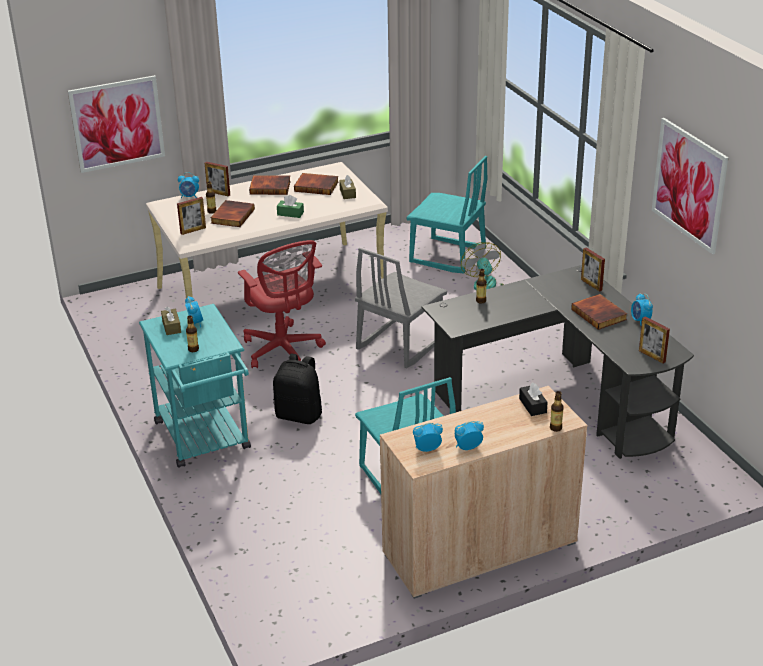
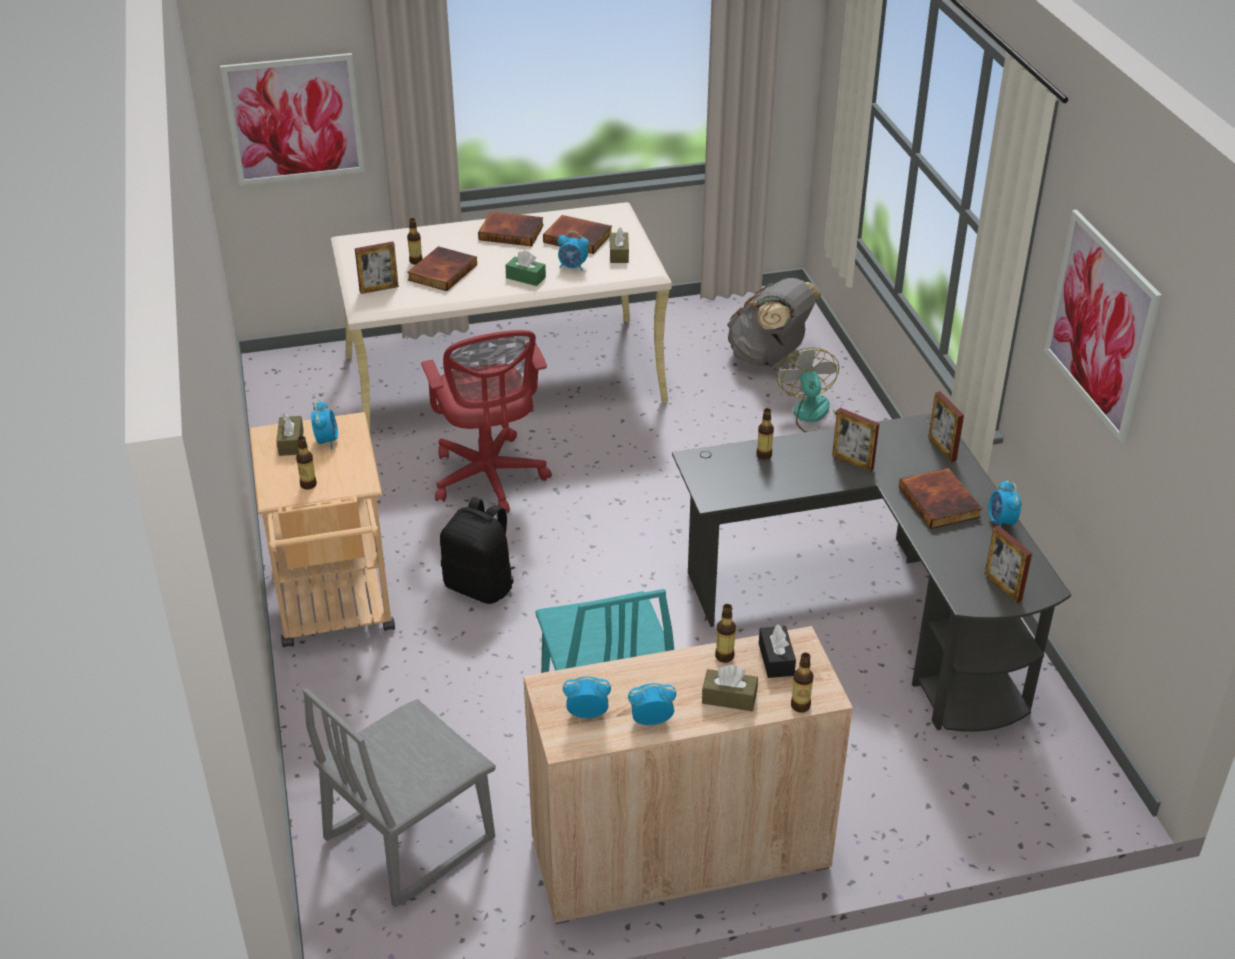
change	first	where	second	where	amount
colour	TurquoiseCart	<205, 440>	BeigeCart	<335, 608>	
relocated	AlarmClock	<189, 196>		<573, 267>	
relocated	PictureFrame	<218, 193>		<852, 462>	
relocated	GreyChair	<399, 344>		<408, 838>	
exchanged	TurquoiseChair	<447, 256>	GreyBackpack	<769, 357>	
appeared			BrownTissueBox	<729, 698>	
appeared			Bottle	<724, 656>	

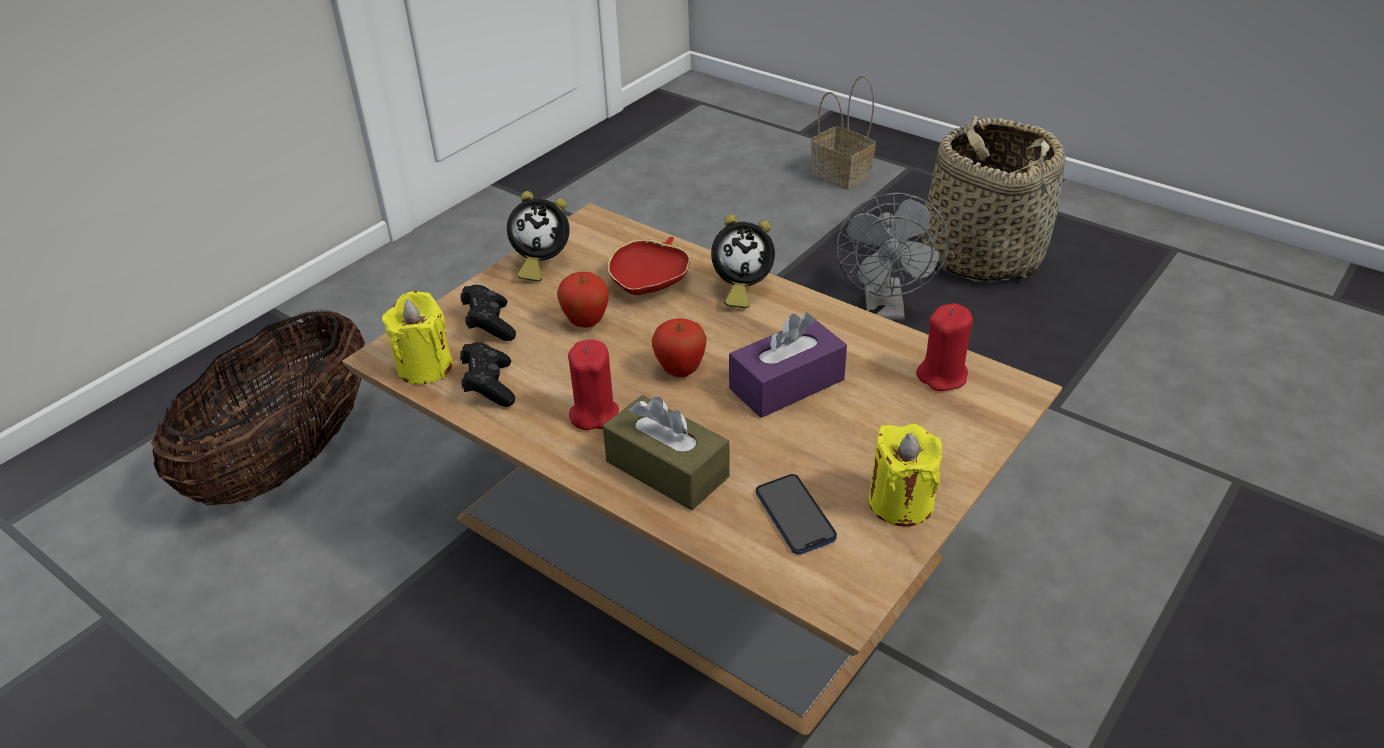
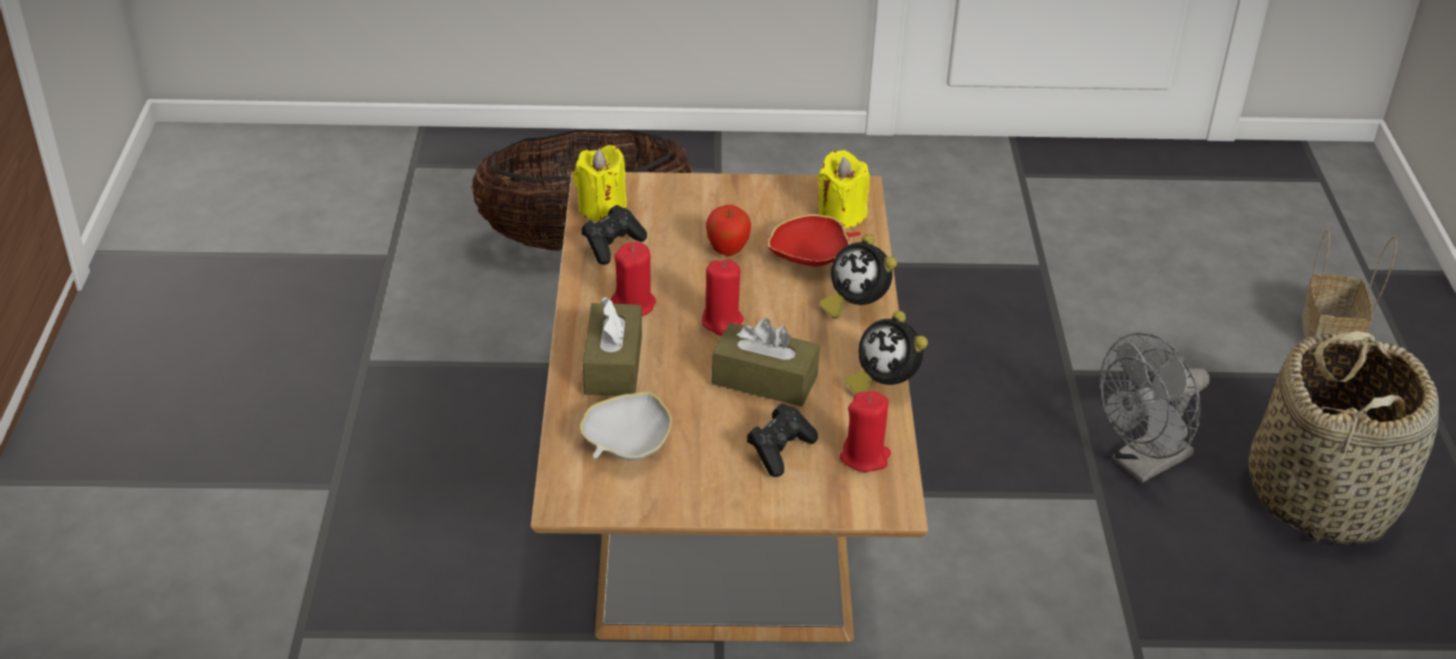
change	first	where	second	where	amount
relocated	BlackGameController	<489, 325>		<780, 450>	
relocated	AlarmClock	<540, 264>		<884, 384>	
exchanged	Apple	<680, 371>	RedCandle	<722, 322>	
colour	PurpleTissueBox	<786, 384>	BrownTissueBox	<764, 380>	
exchanged	Phone	<795, 516>	WhiteBowl	<626, 444>	
relocated	YellowCandle	<900, 503>		<841, 215>	

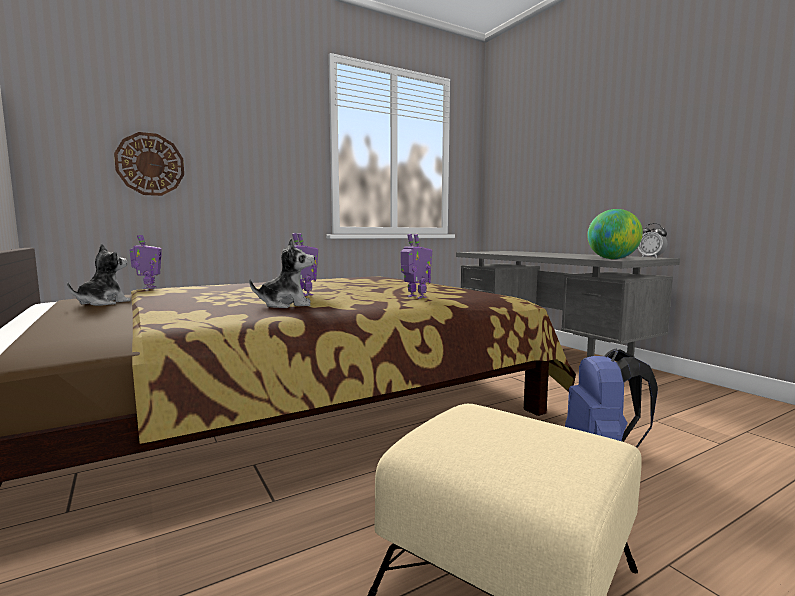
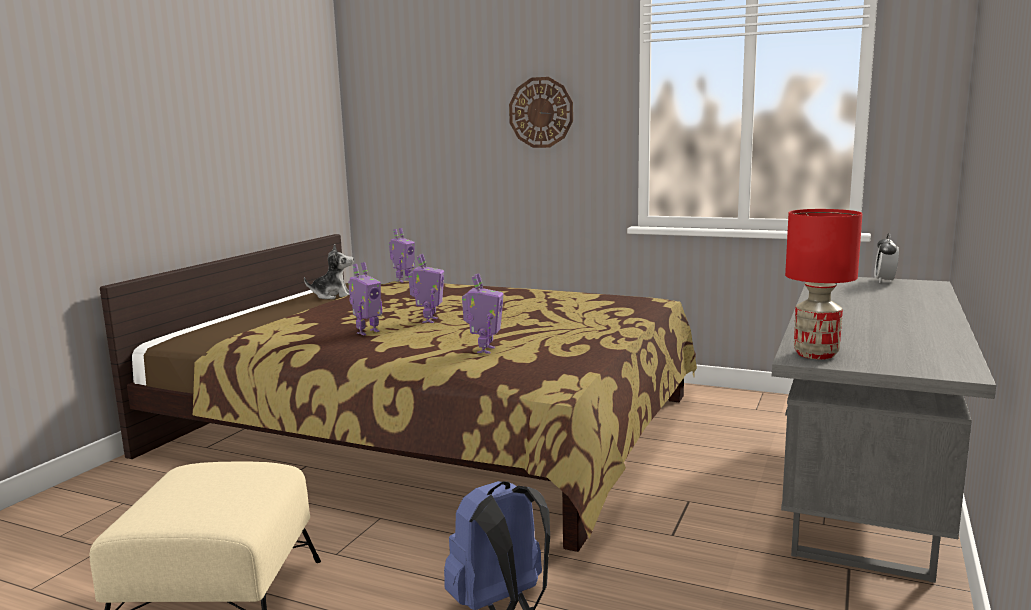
change	first	where	second	where	amount
relocated	WallClock	<150, 164>		<541, 112>	
exchanged	PlushToy	<286, 305>	ToyRobot	<367, 332>	
exchanged	Globe	<612, 259>	RedTableLamp	<816, 354>	
relocated	AlarmClock	<651, 257>		<884, 281>	

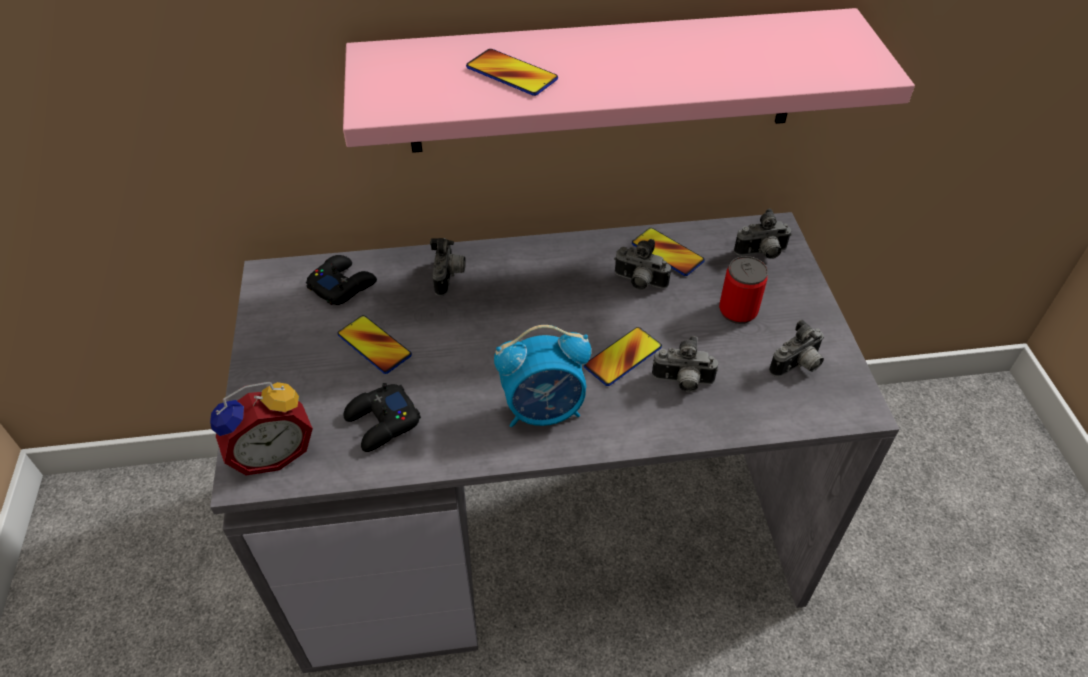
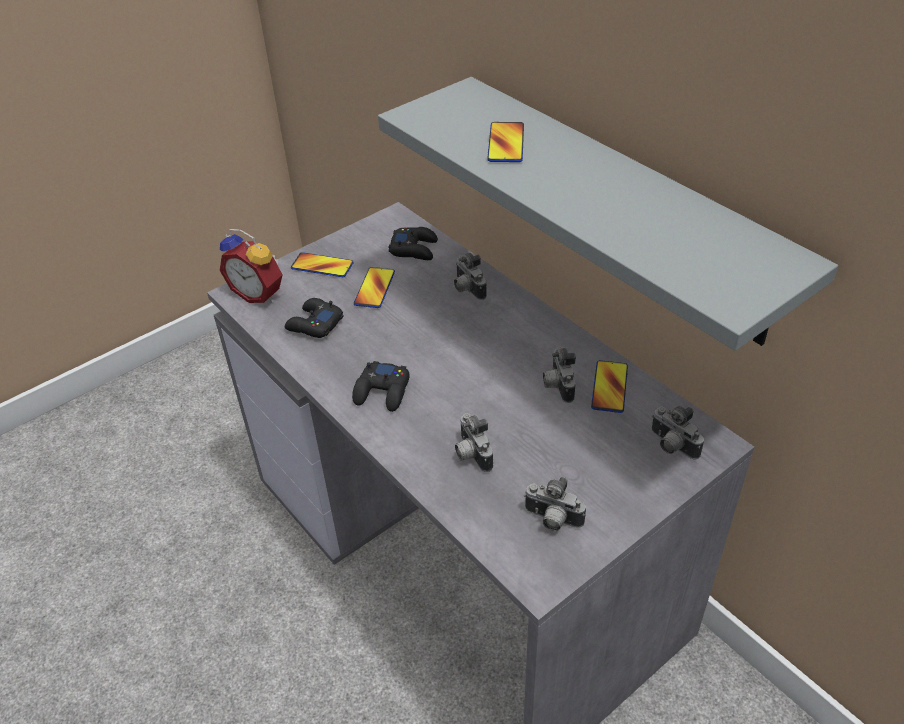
change	first	where	second	where	amount
colour	PinkShelf	<604, 82>	GreyShelf	<620, 207>	
spun	PhotoCamera	<449, 277>		<467, 289>	90 degrees clockwise
exchanged	AlarmClock	<544, 410>	BlackGameController	<382, 392>	
relocated	Phone	<623, 357>		<322, 266>	
missing	Can	<738, 311>			

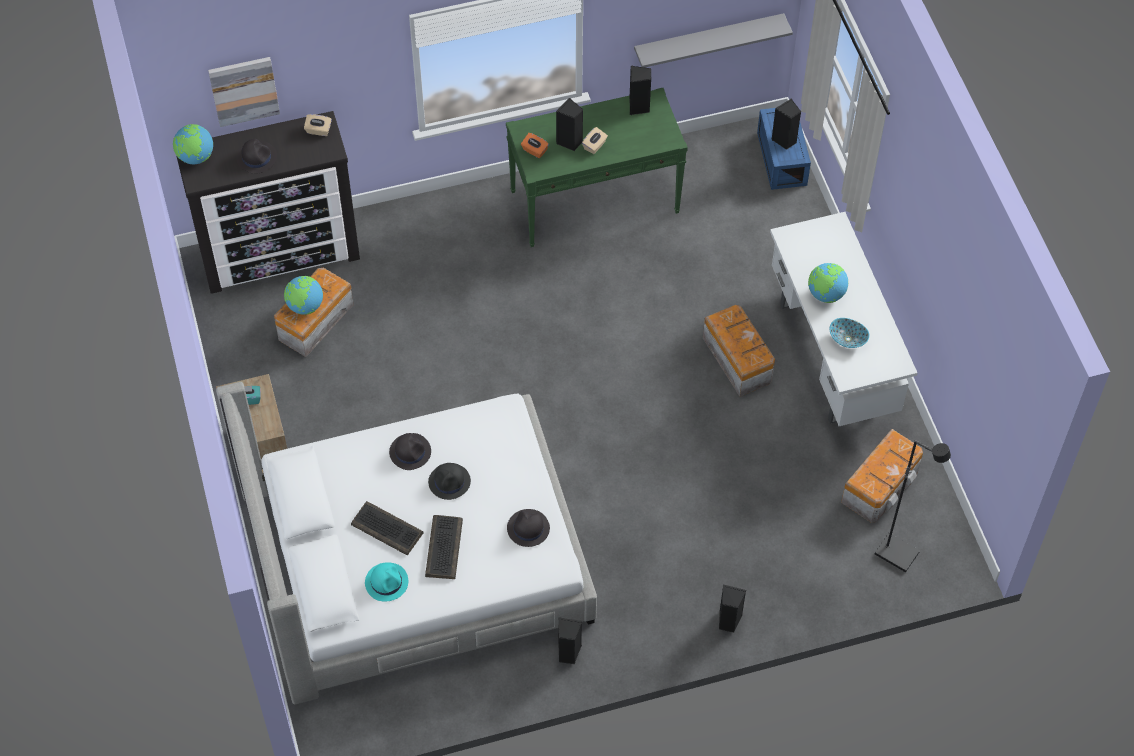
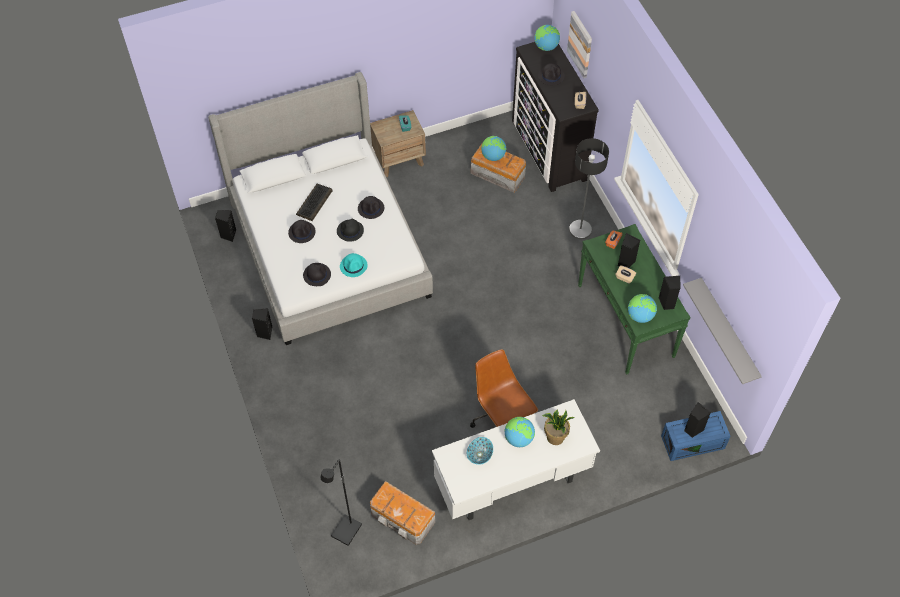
change	first	where	second	where	amount
relocated	TurquoiseHat	<386, 582>		<353, 266>	
exchanged	Keyboard	<443, 547>	BlackHat	<302, 232>	
exchanged	StorageBox	<737, 359>	BrownOfficeChair	<501, 419>	
relocated	BlackSpeaker	<728, 621>		<228, 235>	
appeared			PottedPlant	<555, 437>	
appeared			FloorLamp	<580, 229>	
appeared			Globe	<640, 316>	

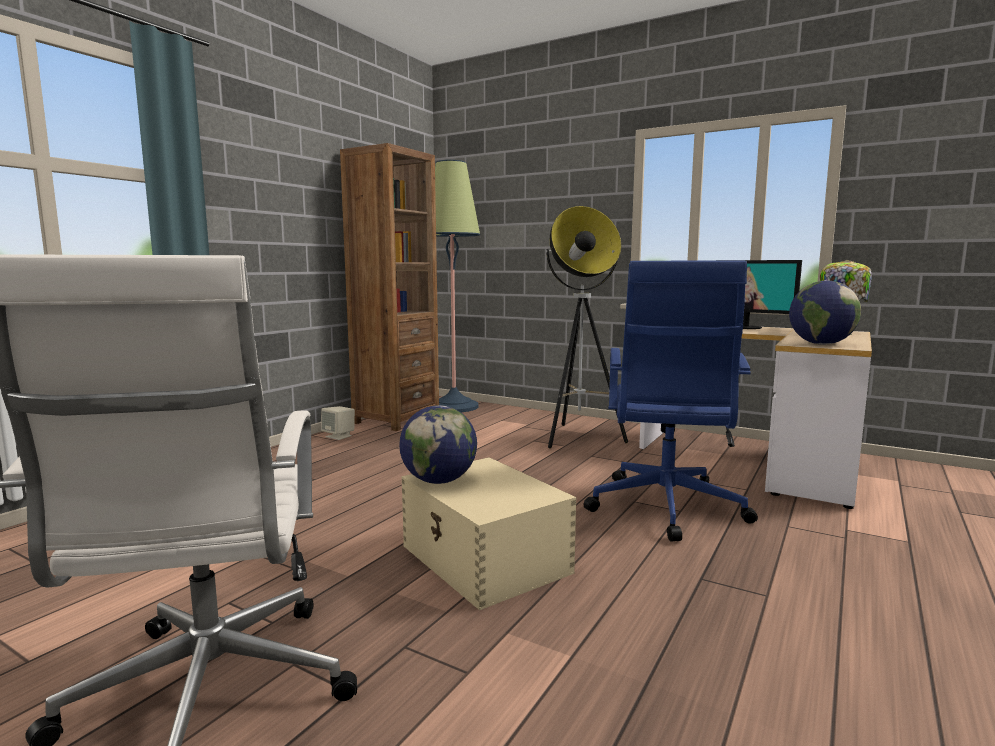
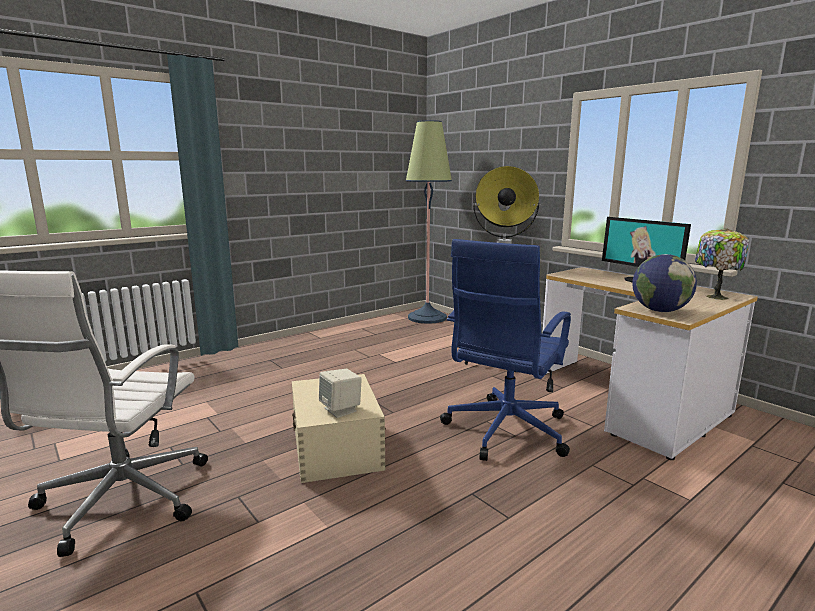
change	first	where	second	where	amount
relocated	BeigeSpeaker	<339, 436>		<341, 410>	
missing	BrownBookcase	<396, 419>			
missing	Globe	<439, 481>			

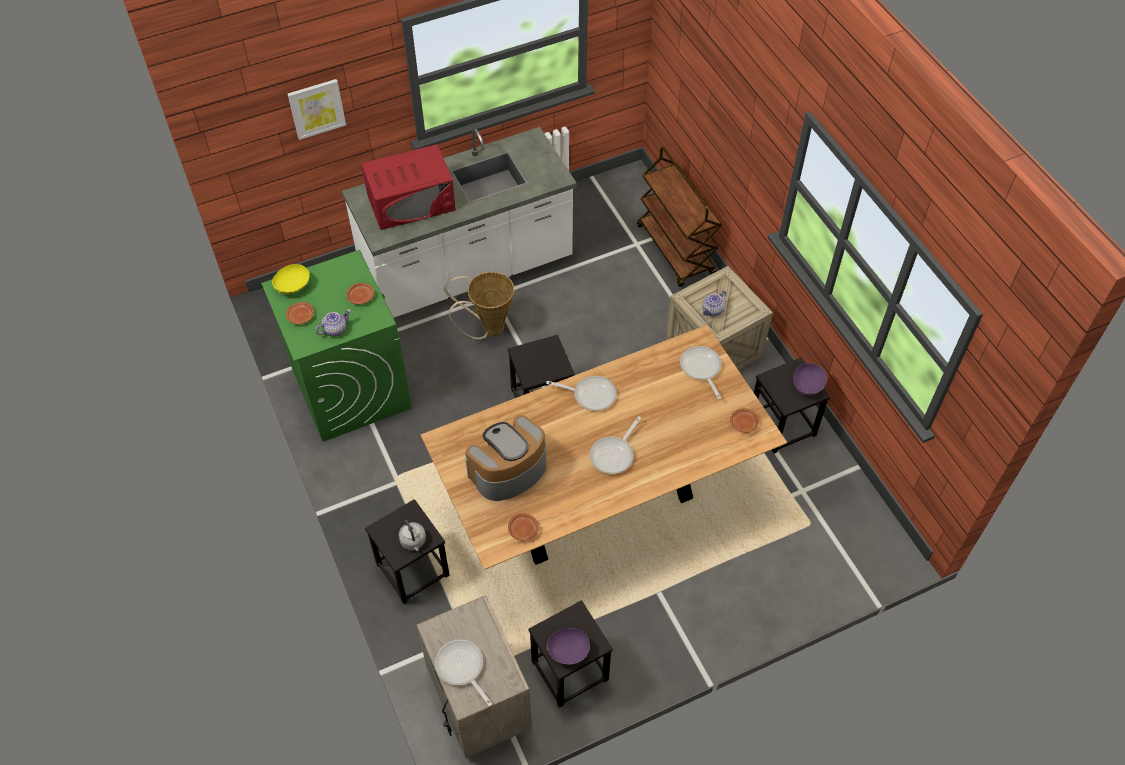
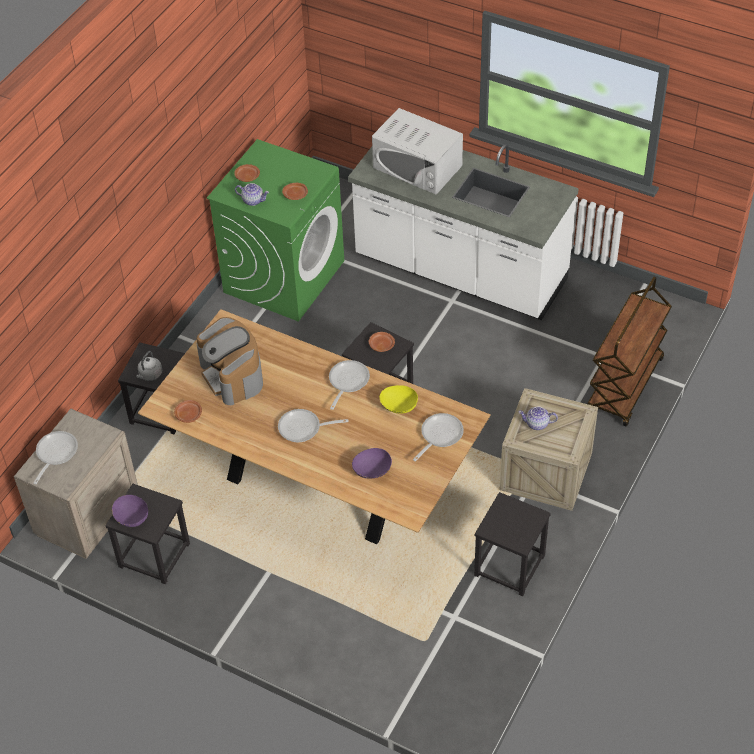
change	first	where	second	where	amount
relocated	YellowBowl	<293, 287>		<398, 407>	
missing	Picture	<316, 108>			
colour	RedMicrowave	<411, 202>	WhiteMicrowave	<417, 167>	
missing	Basket	<488, 329>			
spun	CoffeeMachine	<508, 470>		<233, 375>	135 degrees counterclockwise
spun	FryingPan	<590, 394>		<347, 382>	135 degrees counterclockwise
relocated	BrownPlate	<743, 424>		<381, 345>	
relocated	PurpleBowl	<807, 386>		<372, 471>	

